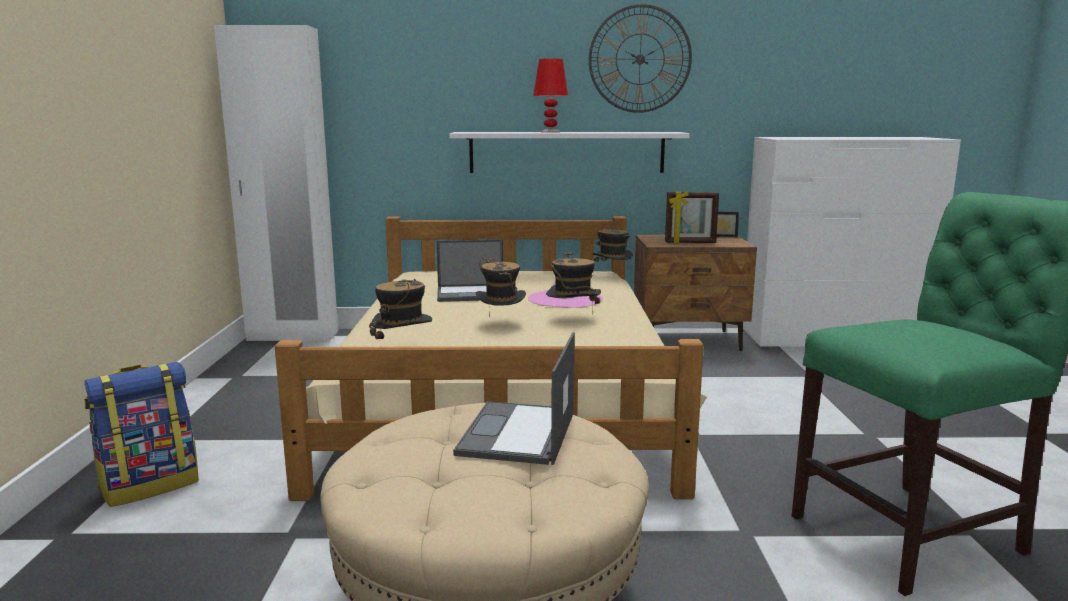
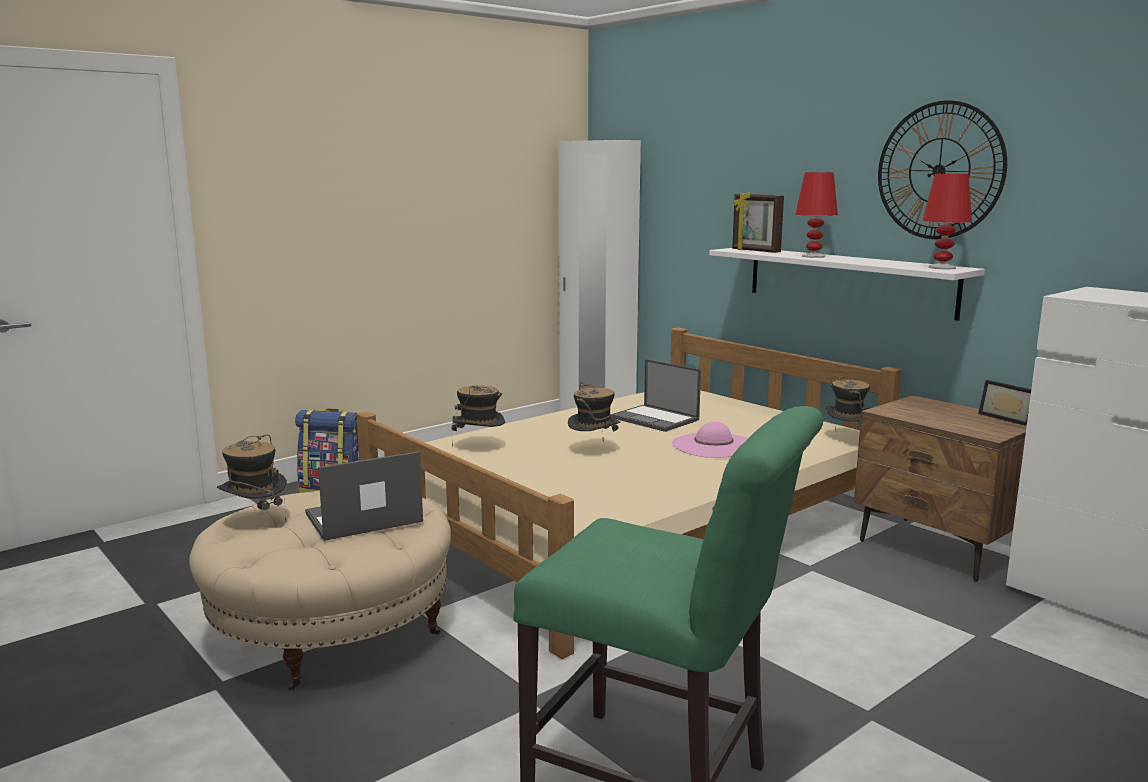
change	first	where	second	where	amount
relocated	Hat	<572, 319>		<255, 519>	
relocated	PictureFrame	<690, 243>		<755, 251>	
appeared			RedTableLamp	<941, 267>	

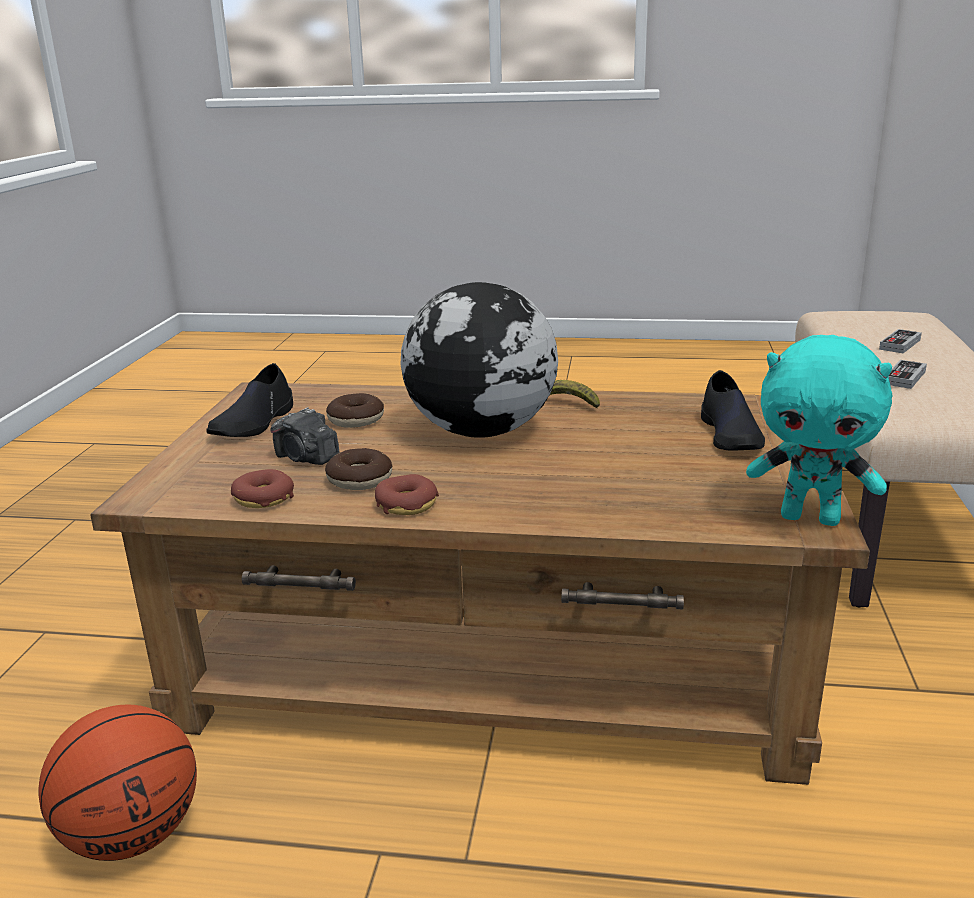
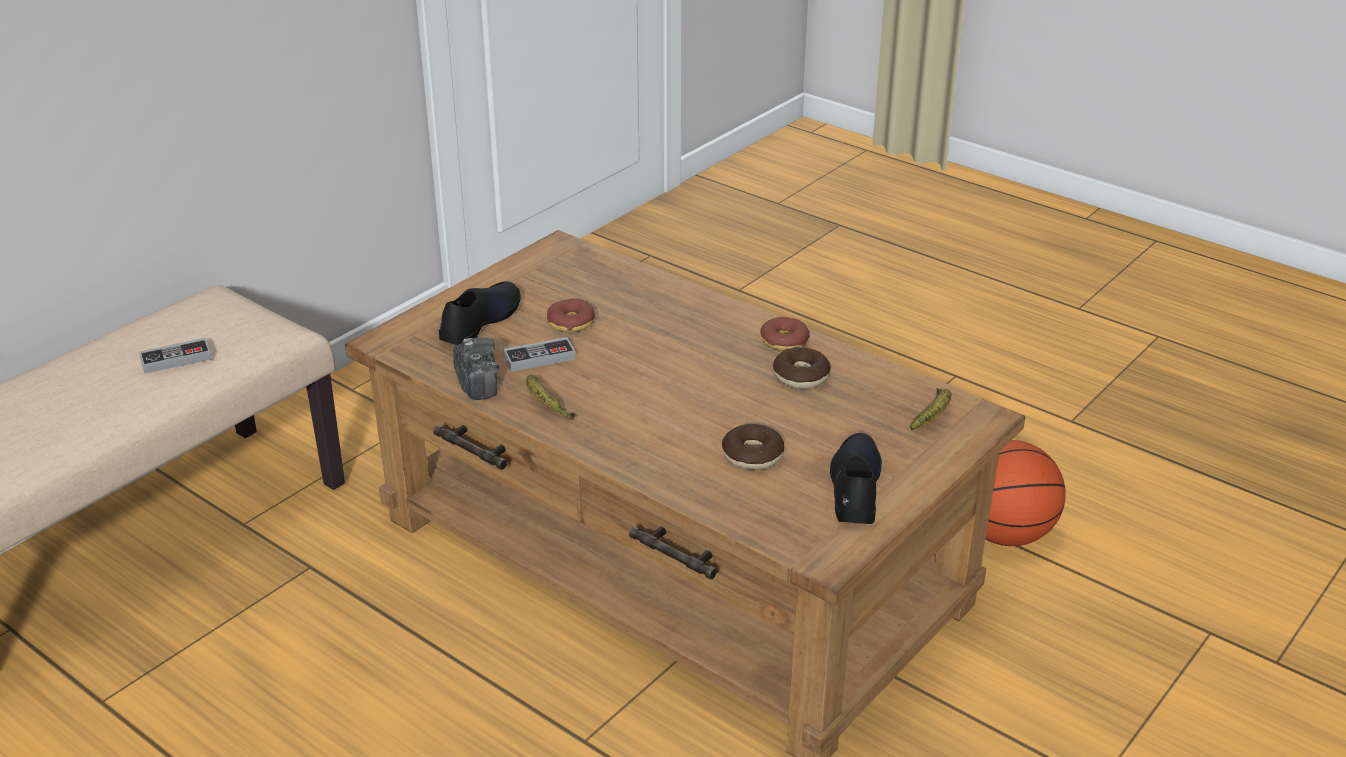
change	first	where	second	where	amount
spun	BlackShoe	<254, 423>		<855, 488>	45 degrees counterclockwise
relocated	Donut	<263, 498>		<571, 323>	
relocated	PhotoCamera	<306, 458>		<476, 383>	
missing	Globe	<481, 432>			
missing	TurquoisePlushToy	<811, 518>			
relocated	GameController	<900, 344>		<539, 358>	
appeared			Banana	<933, 416>	

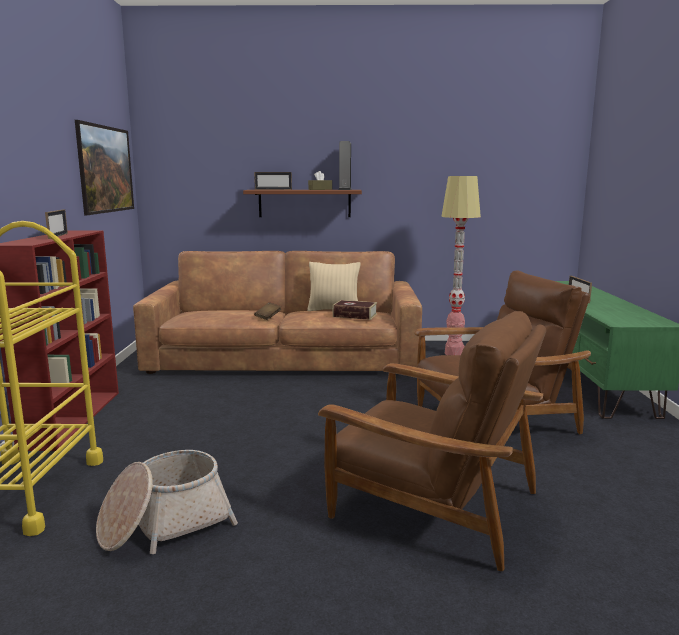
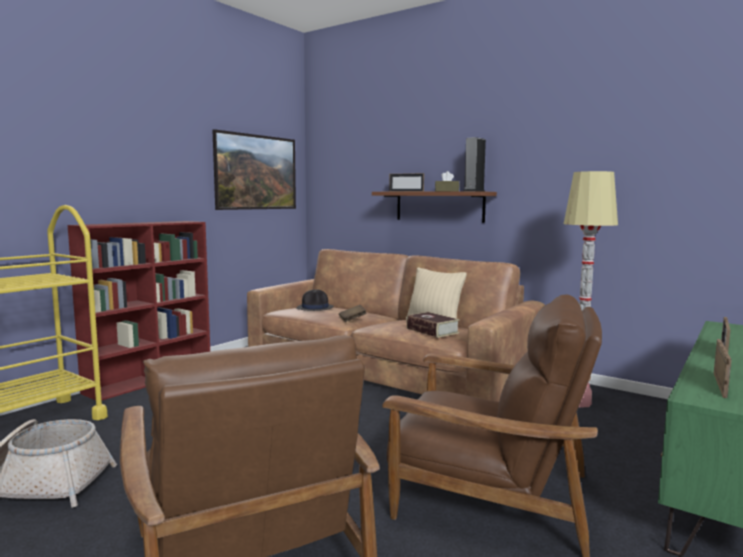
change	first	where	second	where	amount
relocated	PictureFrame	<58, 236>		<719, 384>	
appeared			BlackHat	<315, 308>	

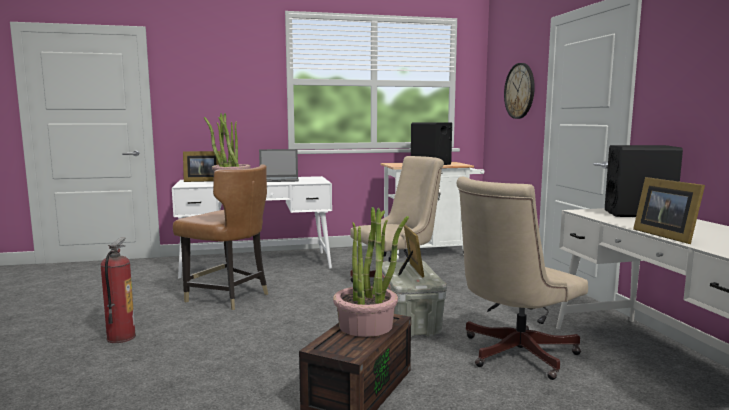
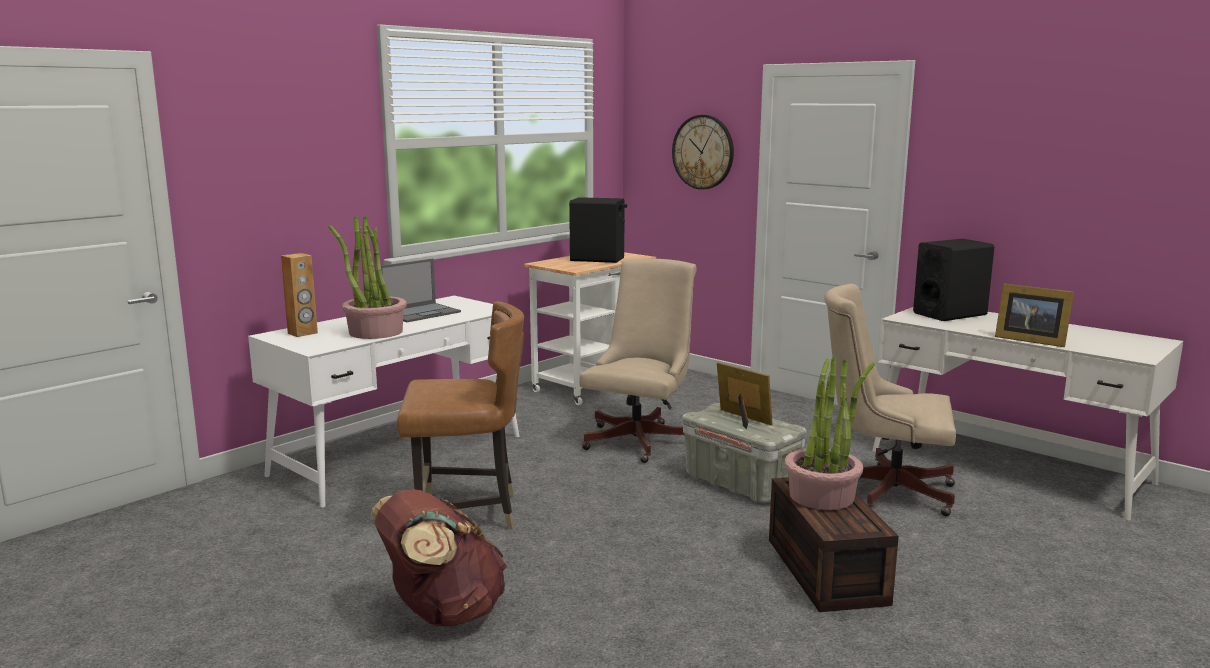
change	first	where	second	where	amount
exchanged	FireExtinguisher	<121, 337>	BrownBackpack	<442, 613>	
exchanged	PictureFrame	<201, 181>	BrownSpeaker	<303, 333>	
spun	BeigeOfficeChair	<512, 354>		<883, 490>	90 degrees clockwise

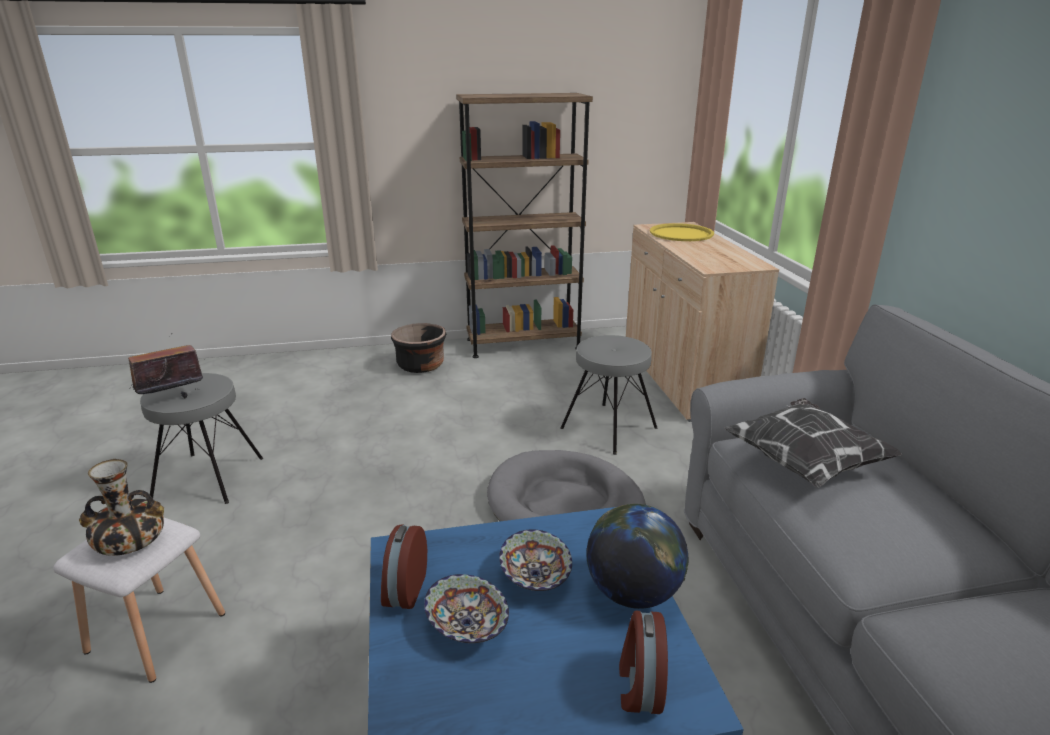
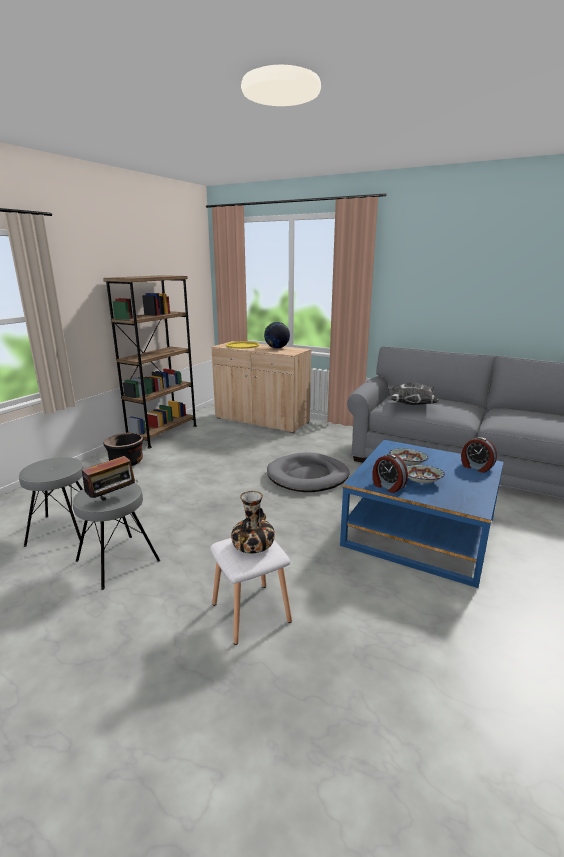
change	first	where	second	where	amount
spun	Radio	<172, 399>		<113, 499>	135 degrees counterclockwise
relocated	GreyStool	<609, 428>		<63, 529>	
relocated	Globe	<633, 593>		<277, 348>	

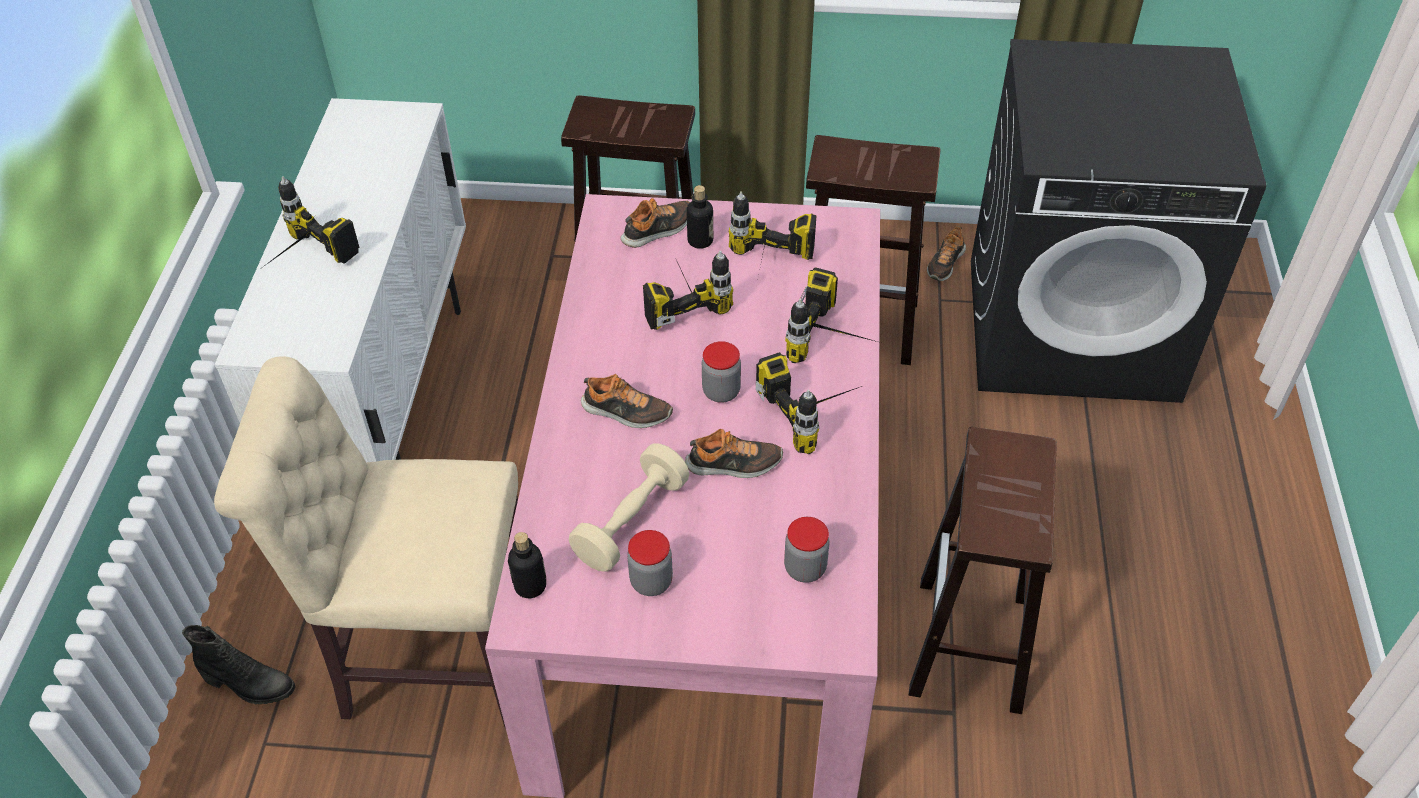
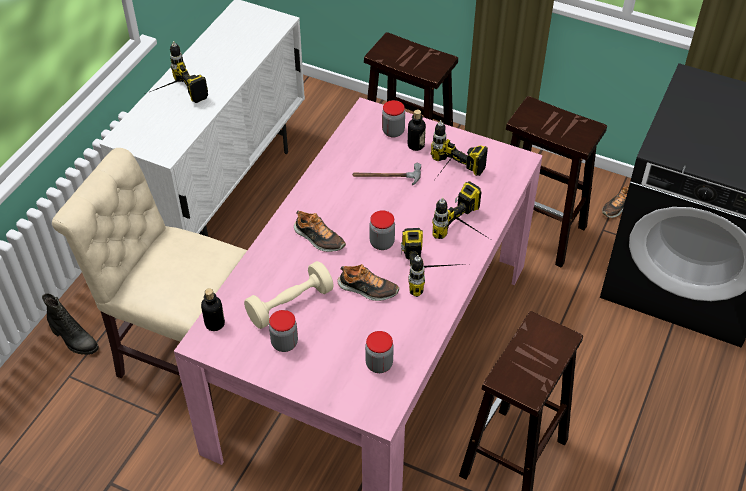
change	first	where	second	where	amount
exchanged	Shoe	<658, 230>	Jar	<393, 131>	
exchanged	PowerDrill	<680, 296>	Hammer	<386, 177>	

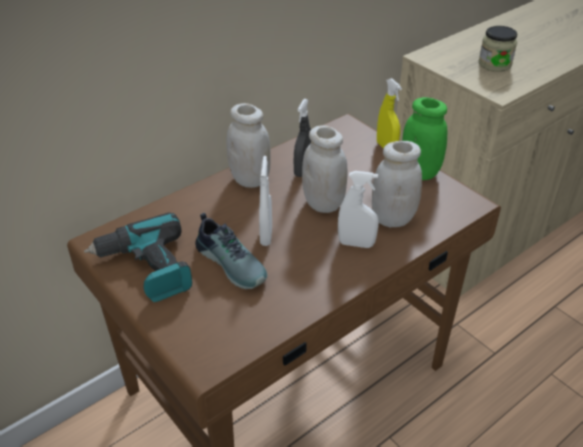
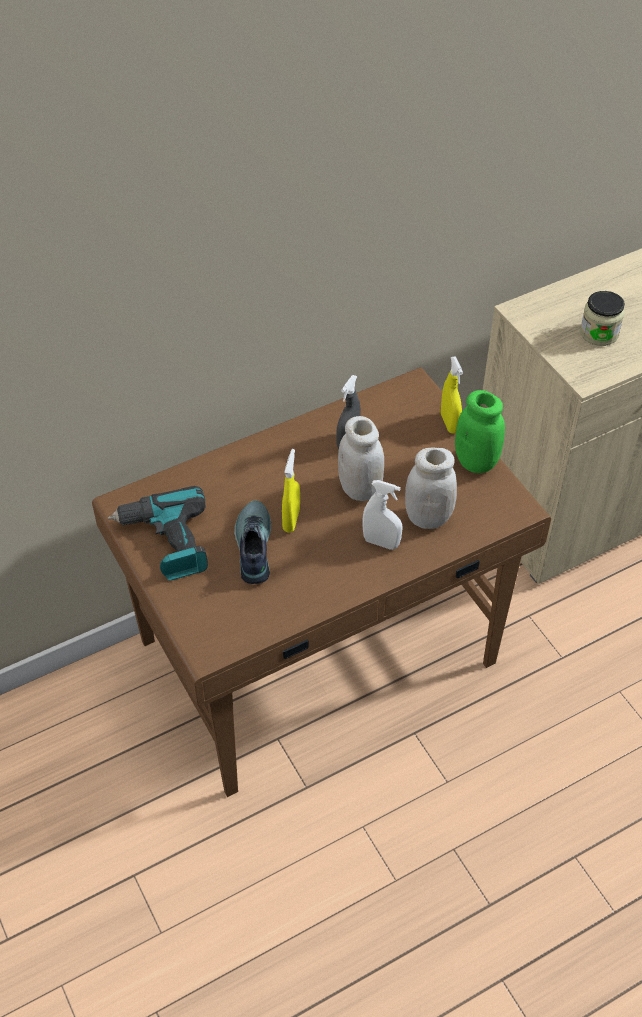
change	first	where	second	where	amount
spun	Shoe	<233, 262>		<252, 547>	150 degrees counterclockwise
missing	WhiteJar	<250, 179>			
colour	WhiteSprayBottle	<266, 236>	YellowSprayBottle	<291, 520>	

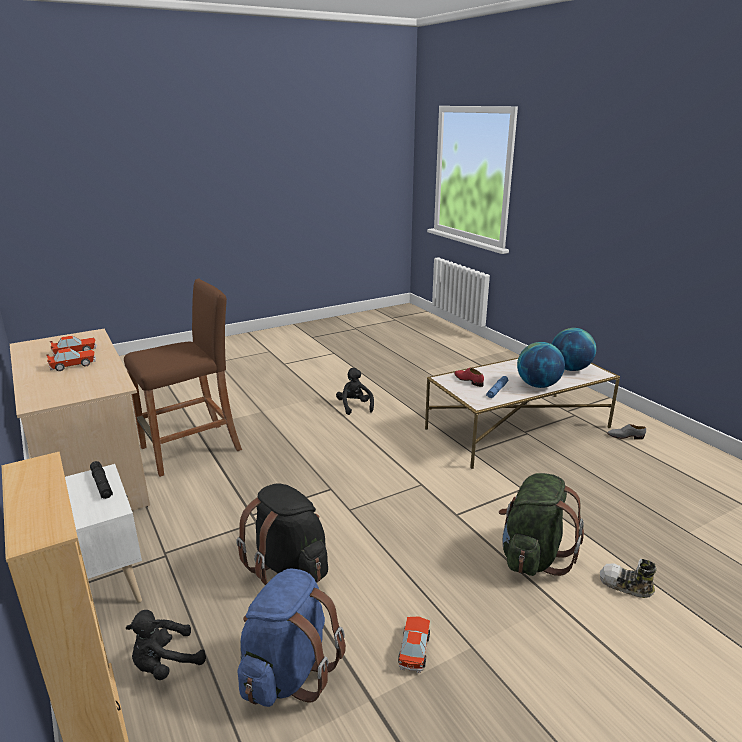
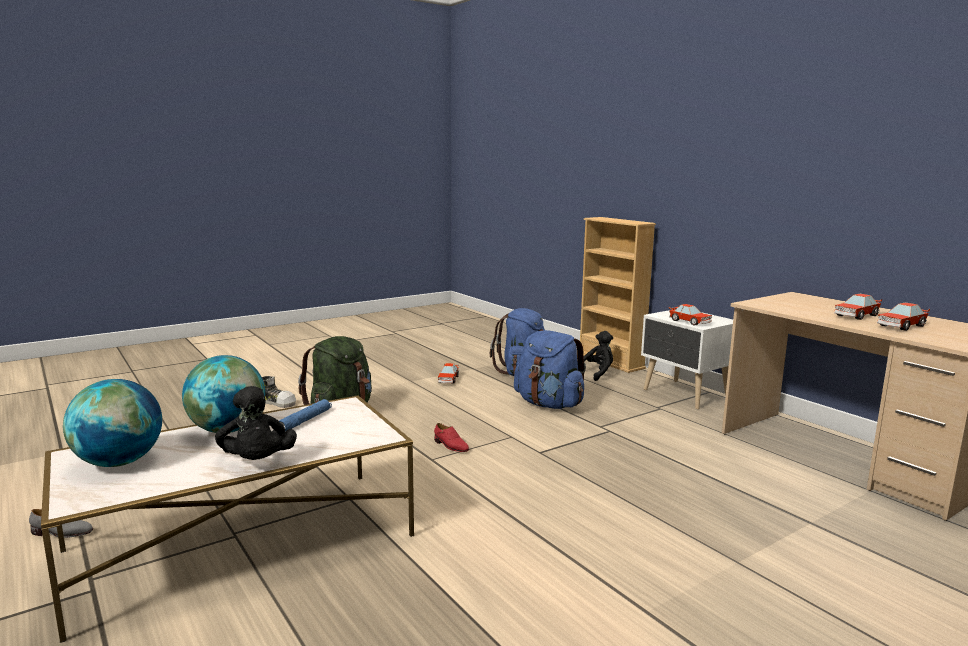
change	first	where	second	where	amount
exchanged	BlackFlashlight	<101, 484>	ToyCar	<690, 322>	
missing	BrownStool	<191, 449>			
colour	BlackBackpack	<289, 567>	BlueBackpack	<549, 404>	
relocated	BlackPlushToy	<354, 406>		<257, 462>	
relocated	RedShoe	<468, 380>		<450, 446>	

